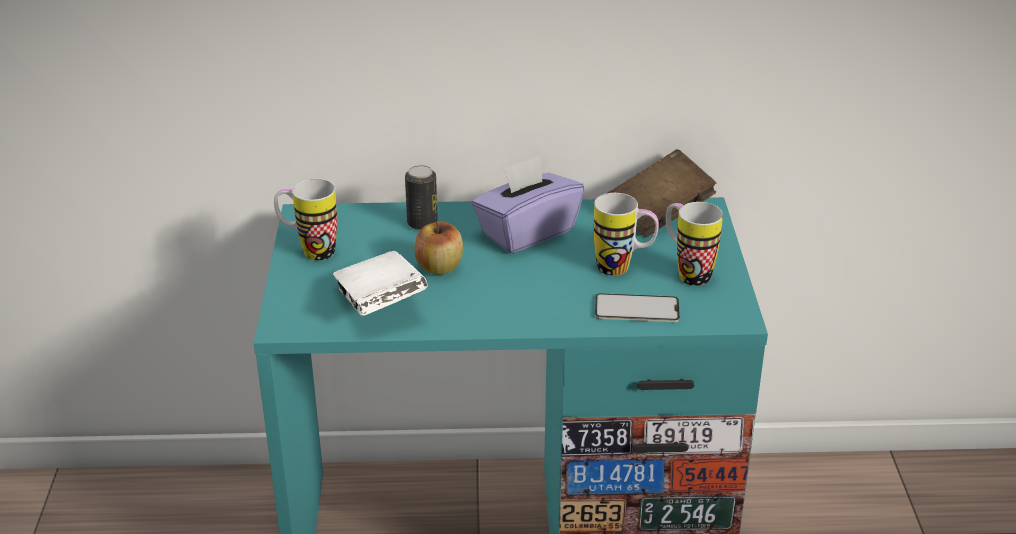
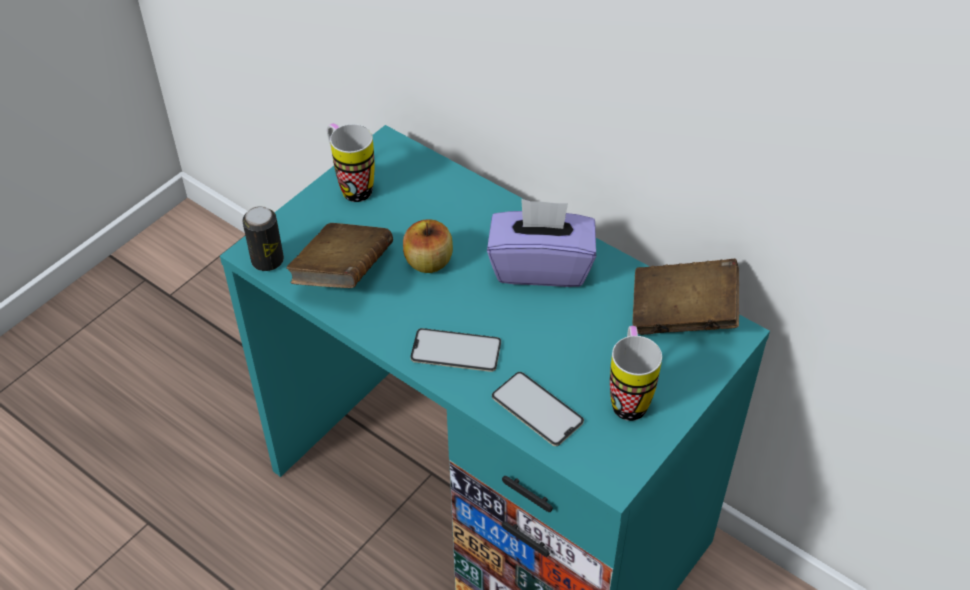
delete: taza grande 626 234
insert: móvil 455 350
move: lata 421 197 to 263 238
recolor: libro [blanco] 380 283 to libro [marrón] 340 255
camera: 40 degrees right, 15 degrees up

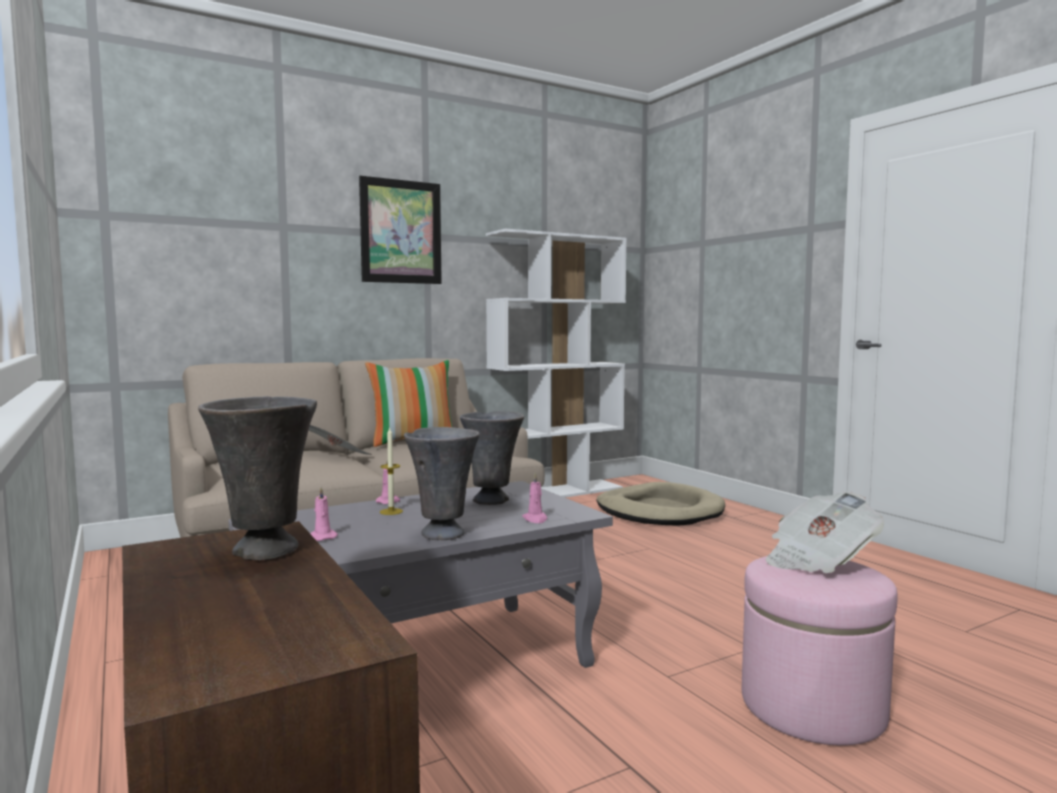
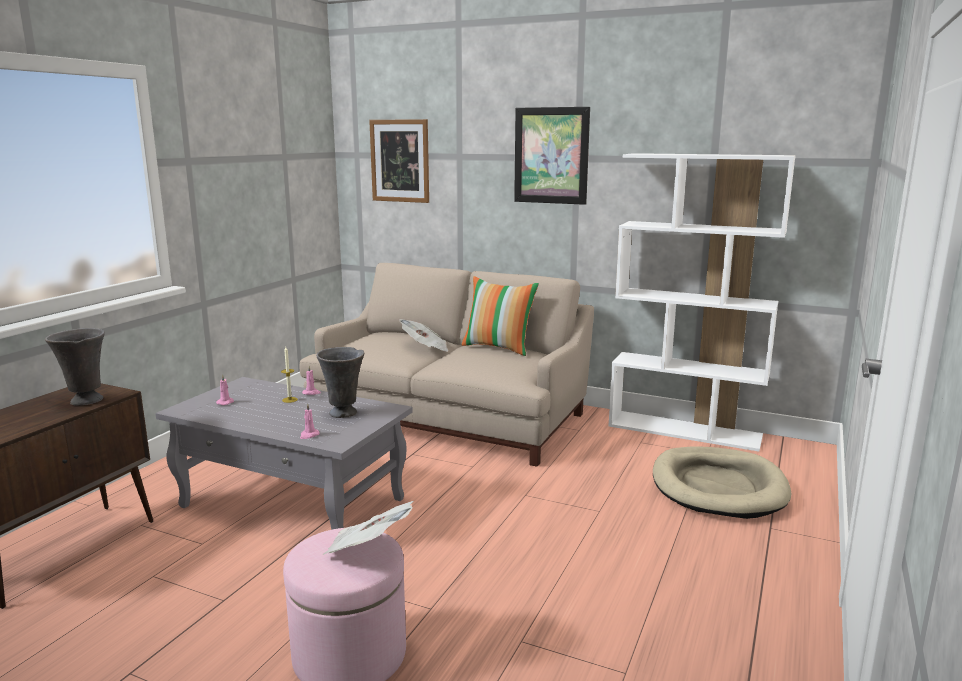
delete: florero [gris] 442 483
insert: cuadro 399 161
camera: 55 degrees right, 10 degrees up

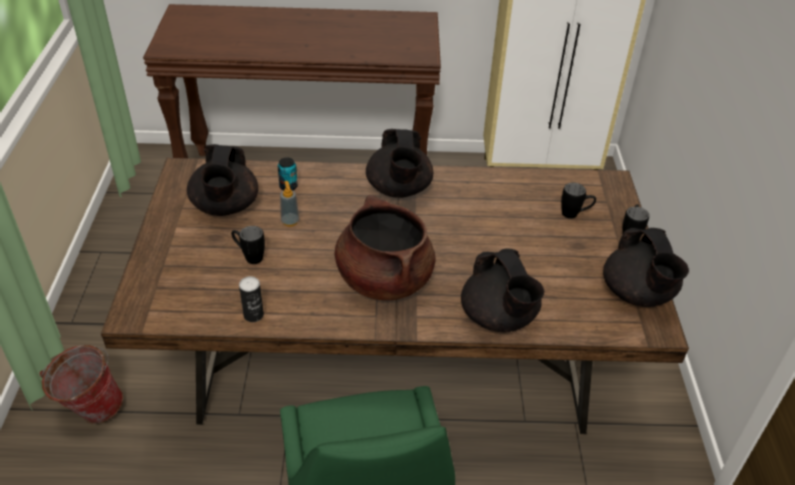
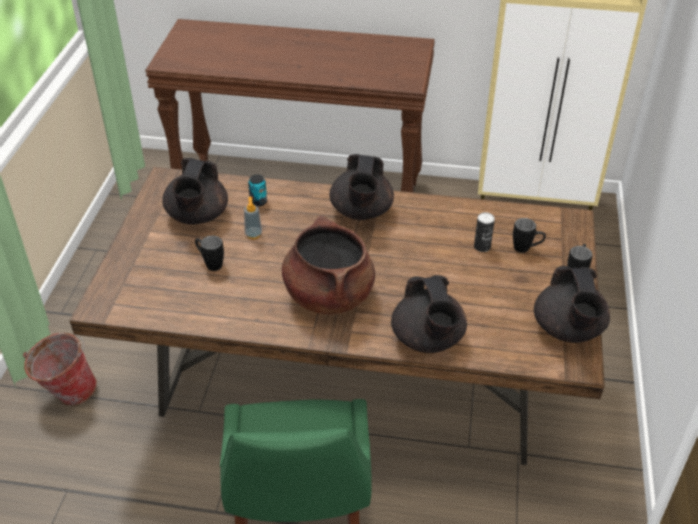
move: lata 251 299 to 484 232
camera: 10 degrees right, 0 degrees up

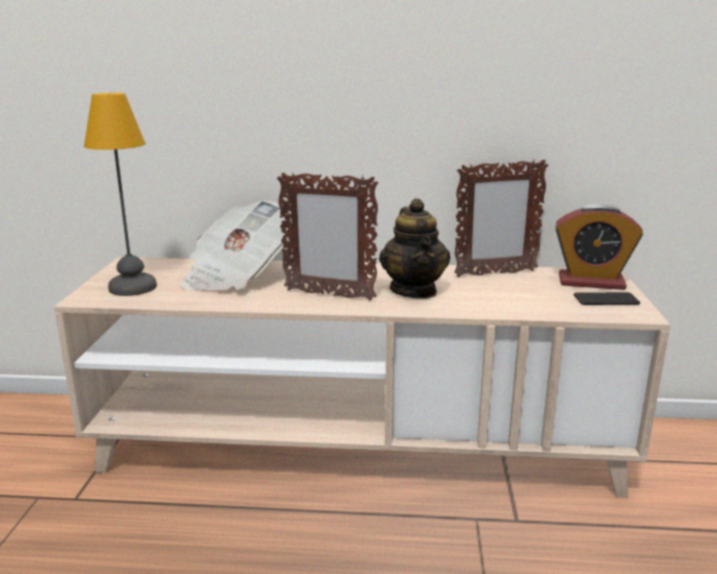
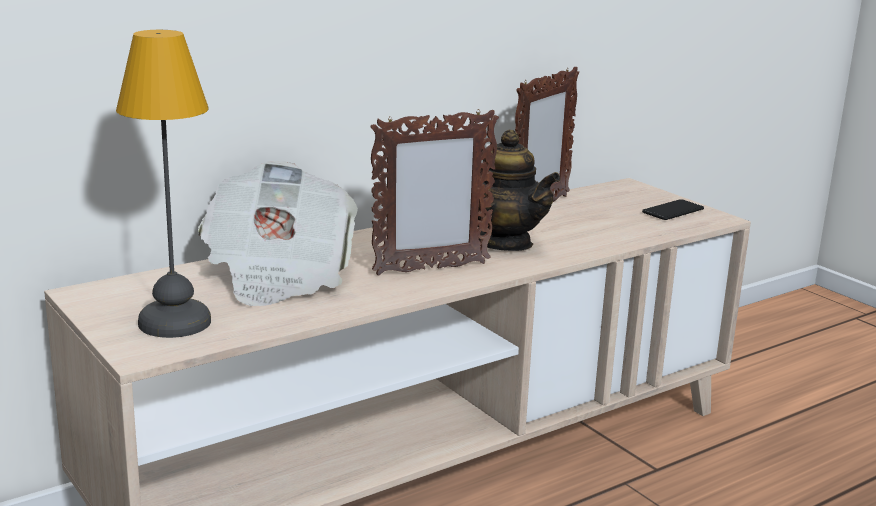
delete: despertador 599 247
camera: 40 degrees left, 0 degrees up

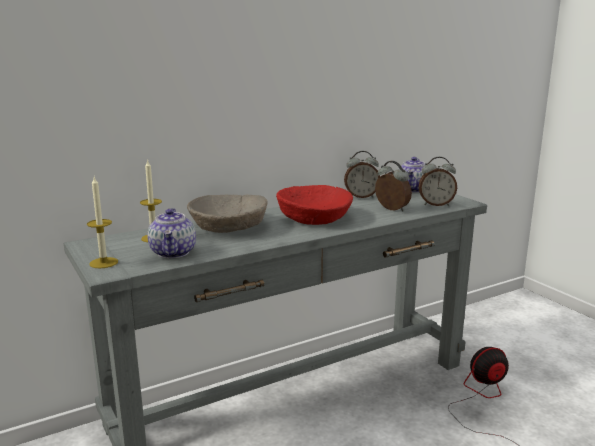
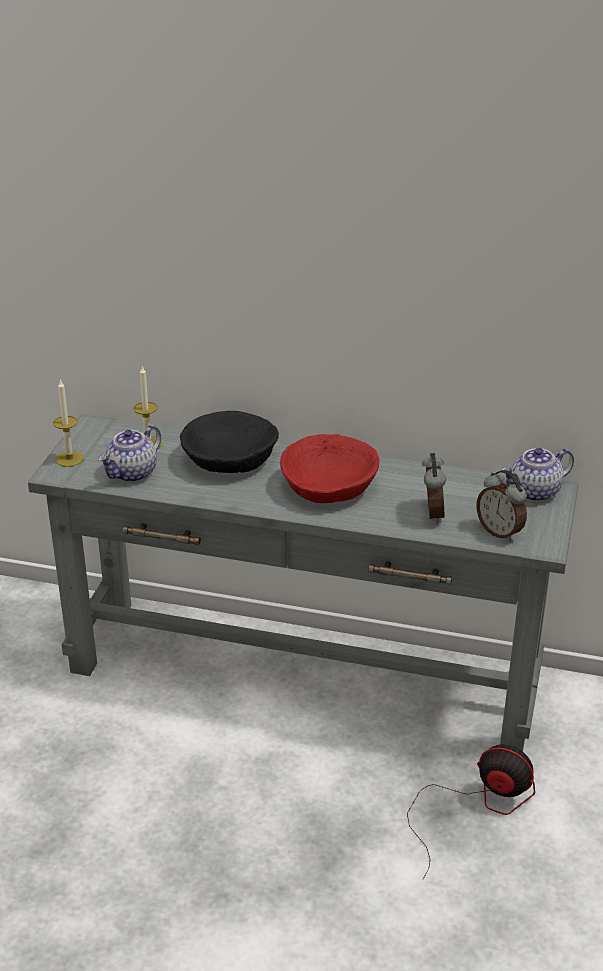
delete: despertador 362 174
recolor: cuenco [beis] 227 214 to cuenco [negro] 229 442
camera: 45 degrees right, 15 degrees up

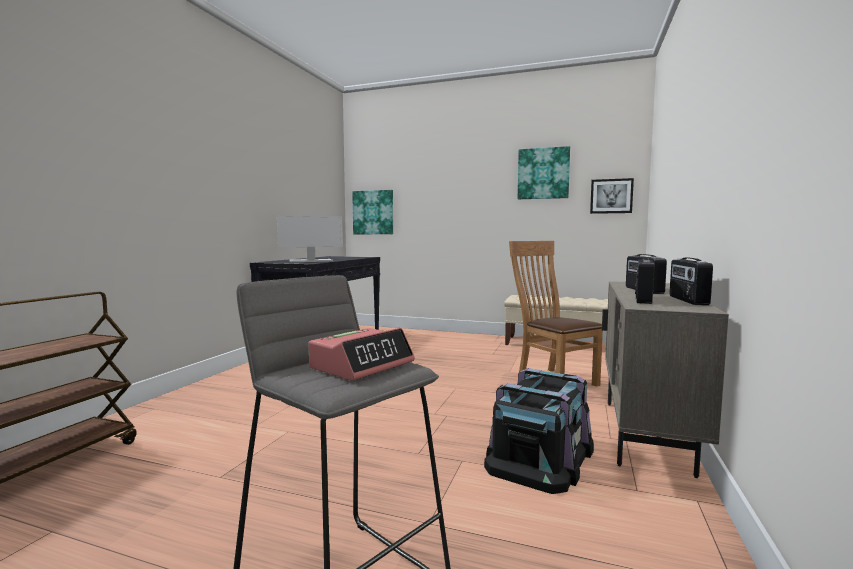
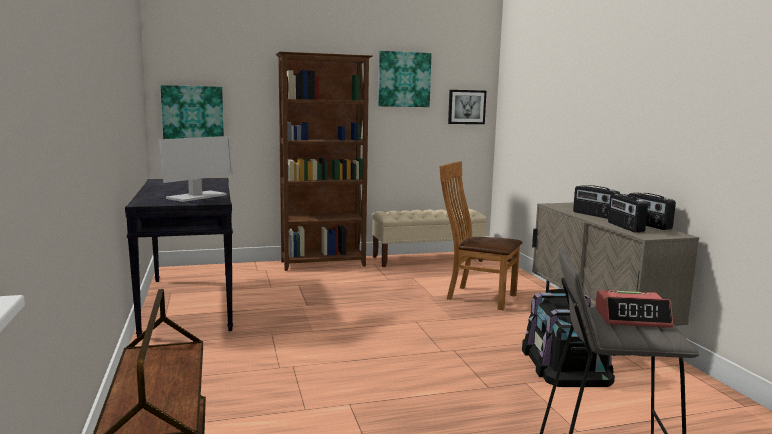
insert: estantería [marrón] 323 161
rotate: despertador 362 354 = 634 309 90 degrees clockwise
camera: 35 degrees left, 5 degrees up

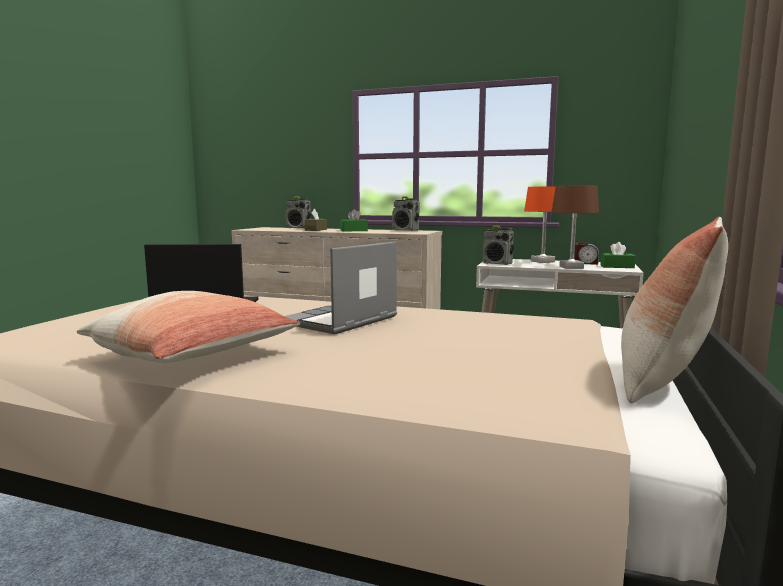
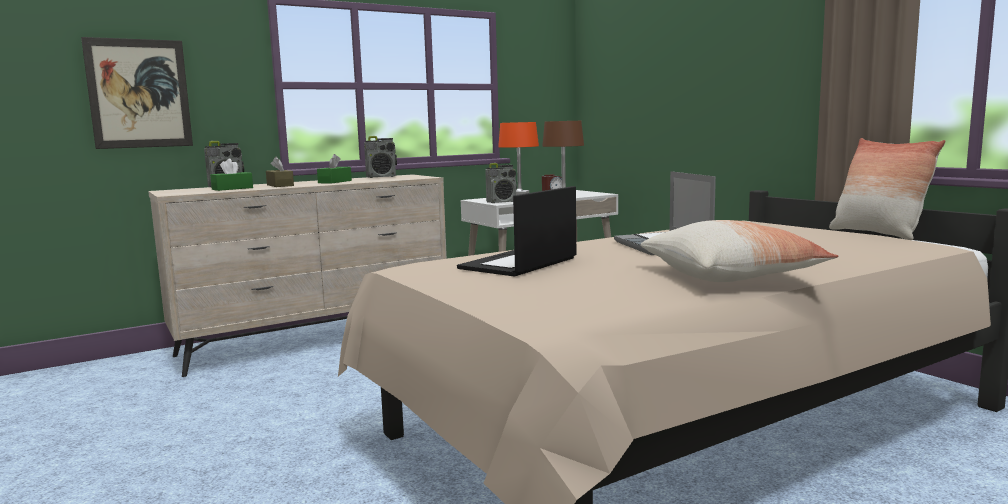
insert: cuadro 137 93
move: caja de pañuelos [verde] 618 255 to 231 175
camera: 50 degrees left, 0 degrees up

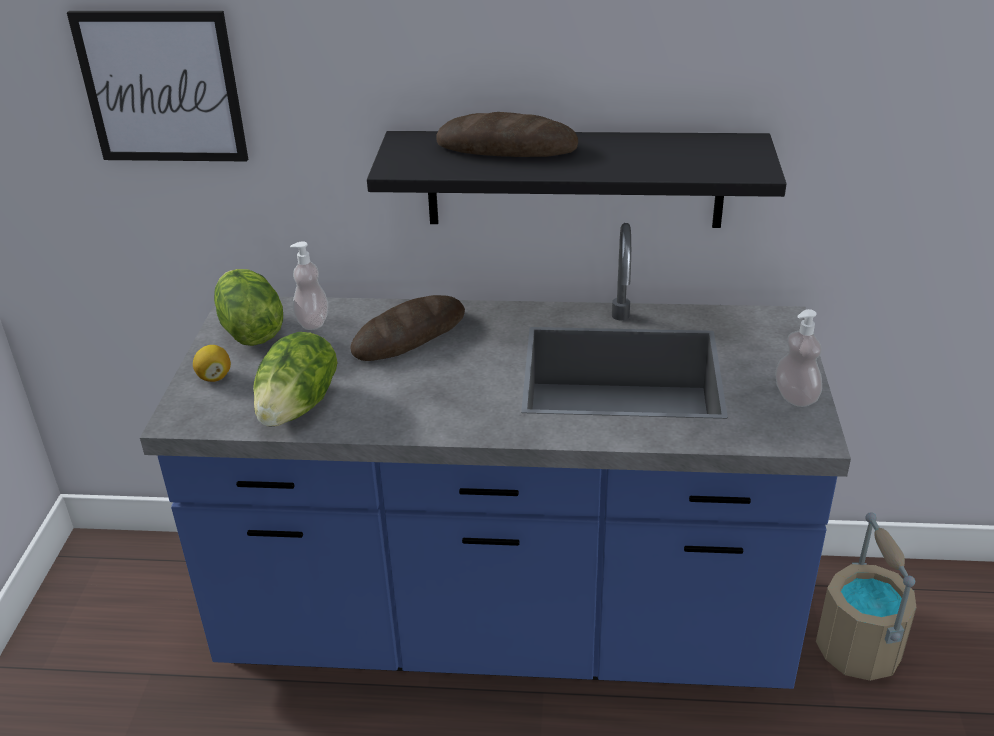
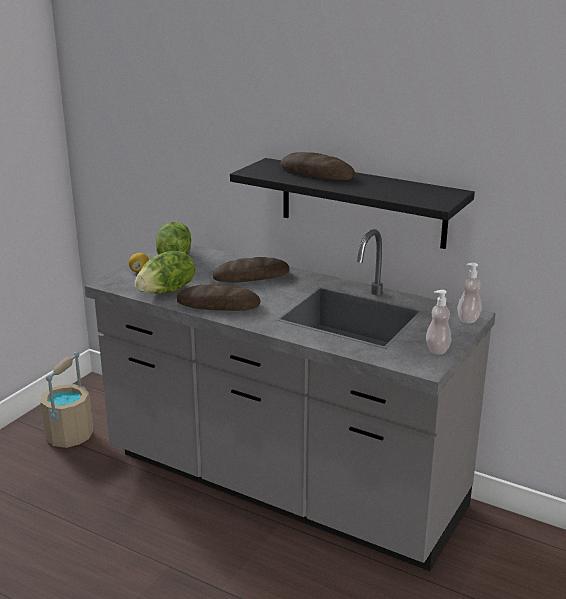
delete: cuadro 157 86
insert: pan 219 297
move: dispensador de jabón 309 285 to 469 293; cubo [beis] 866 596 to 66 400
recolor: mueble bajo de cocina [azul] 495 456 to mueble bajo de cocina [gris] 290 400
camera: 25 degrees right, 10 degrees down

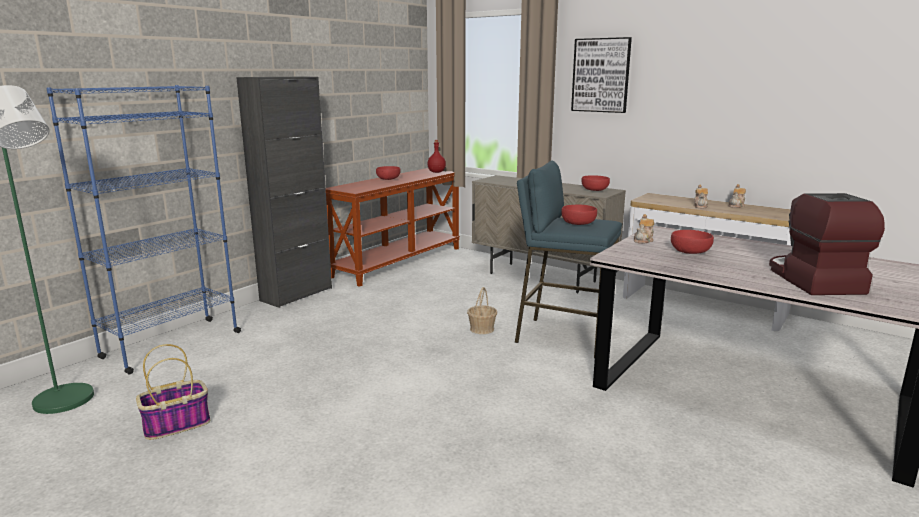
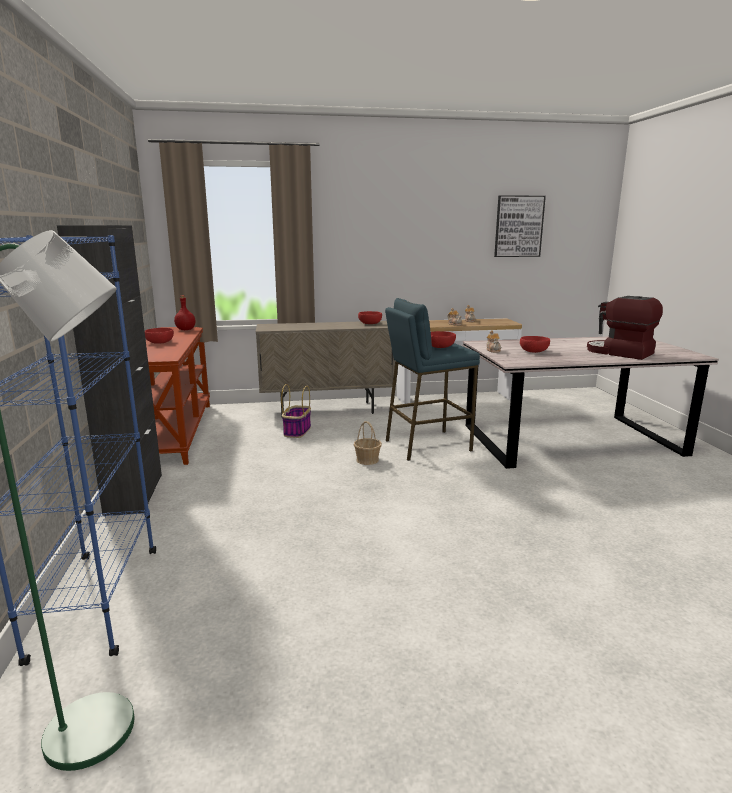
move: cesta 173 392 to 296 411; cuadro 601 75 to 520 226
camera: 45 degrees left, 0 degrees up

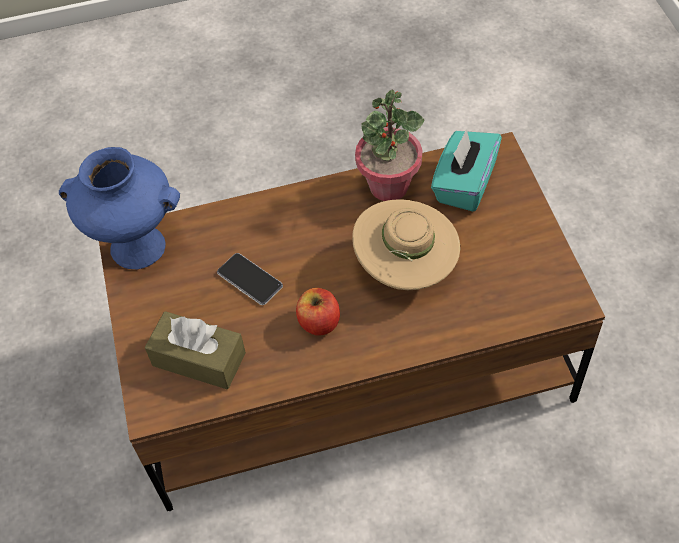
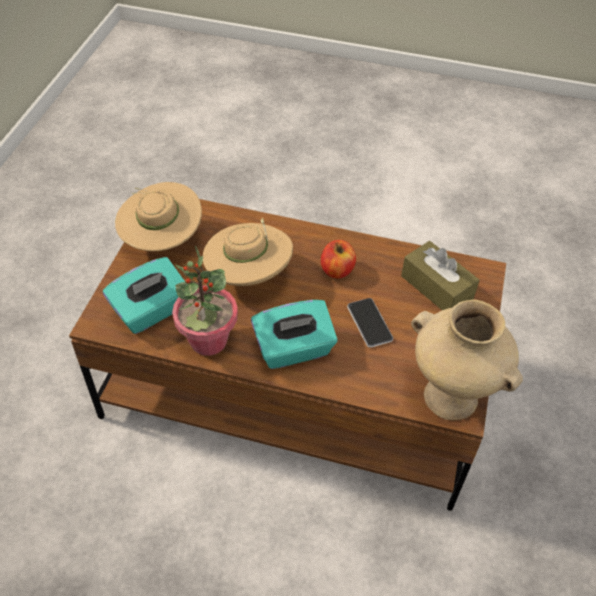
insert: sombrero [beis] 158 216; caja de pañuelos [turquesa] 294 334
recolor: florero [azul] 119 208 to florero [beis] 467 359
camera: 155 degrees left, 5 degrees down

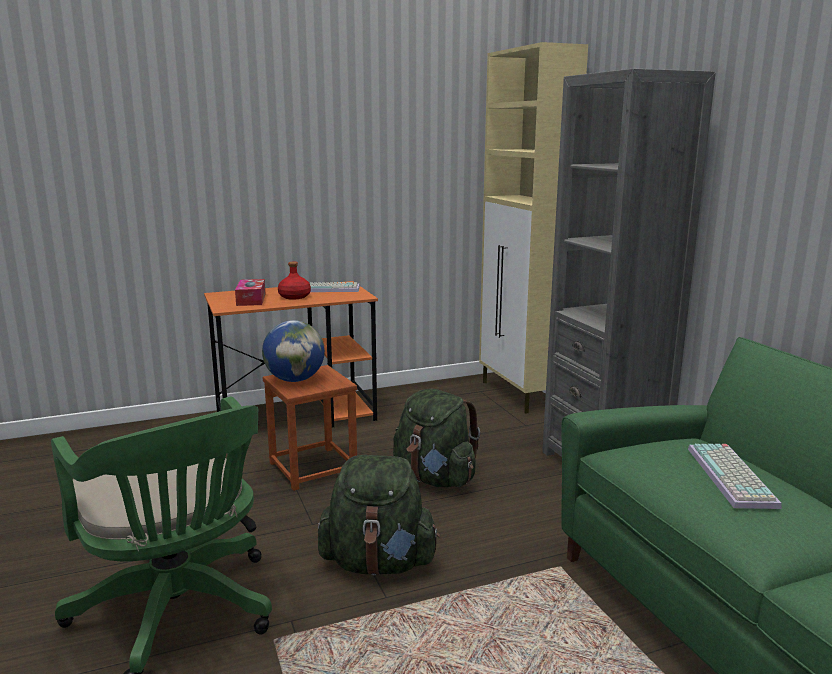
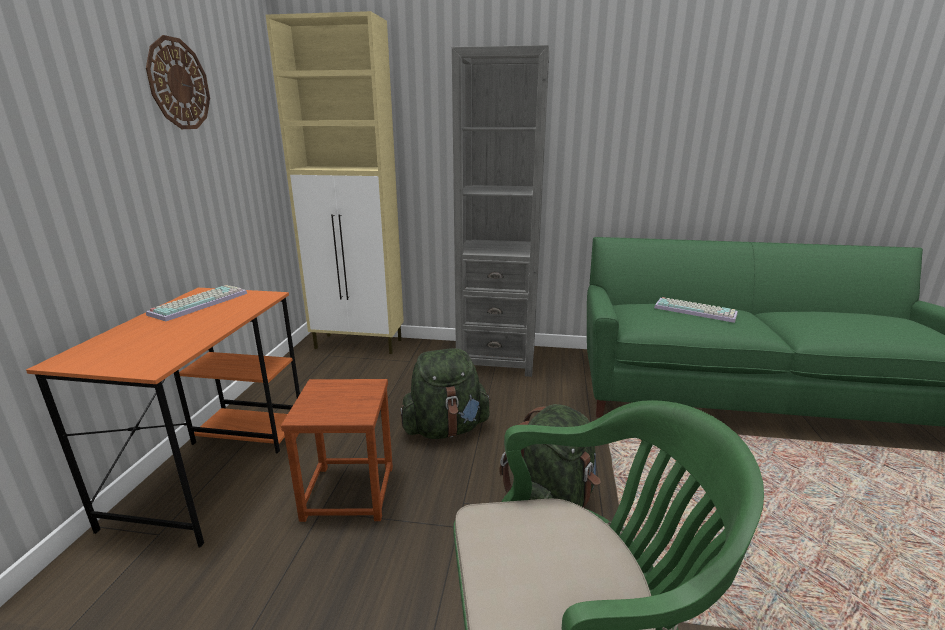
delete: caja de pañuelos 250 292; globo terráqueo 293 351; botella [rojo] 294 280
insert: reloj de pared 178 82
camera: 60 degrees left, 5 degrees up

